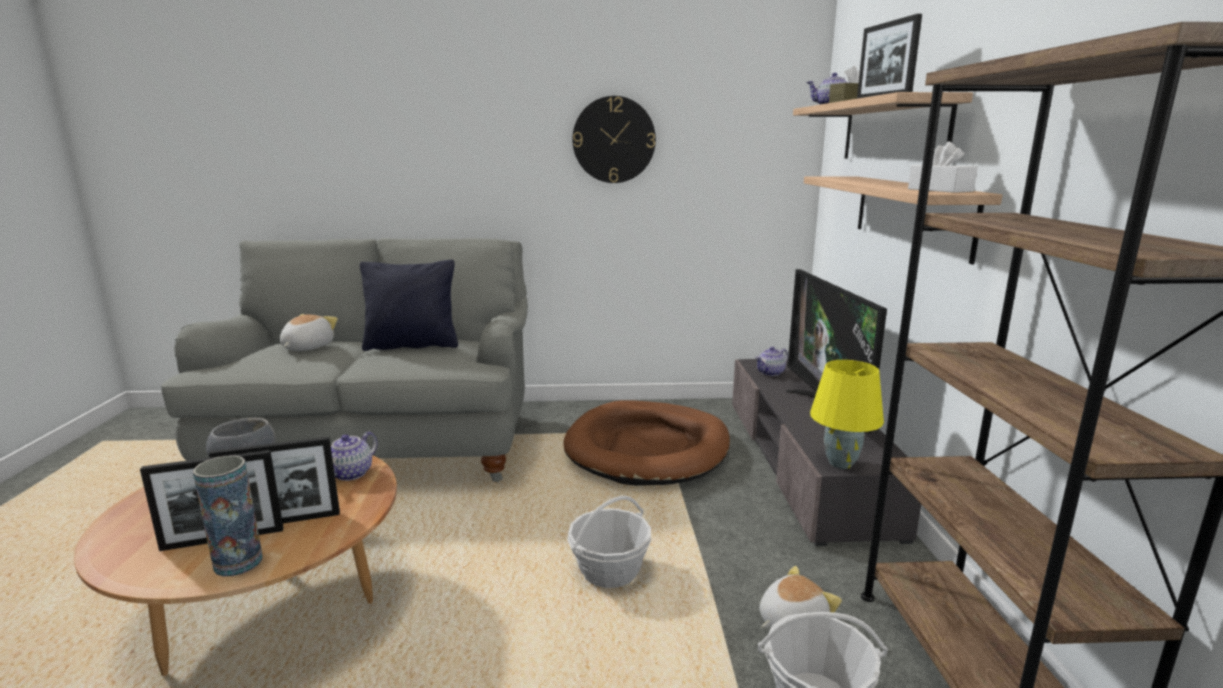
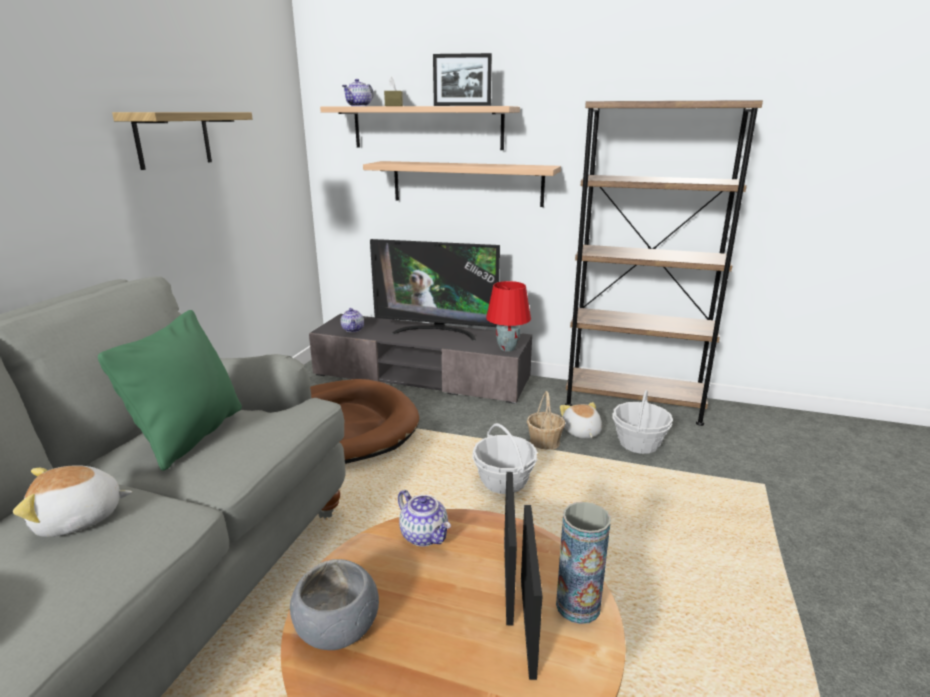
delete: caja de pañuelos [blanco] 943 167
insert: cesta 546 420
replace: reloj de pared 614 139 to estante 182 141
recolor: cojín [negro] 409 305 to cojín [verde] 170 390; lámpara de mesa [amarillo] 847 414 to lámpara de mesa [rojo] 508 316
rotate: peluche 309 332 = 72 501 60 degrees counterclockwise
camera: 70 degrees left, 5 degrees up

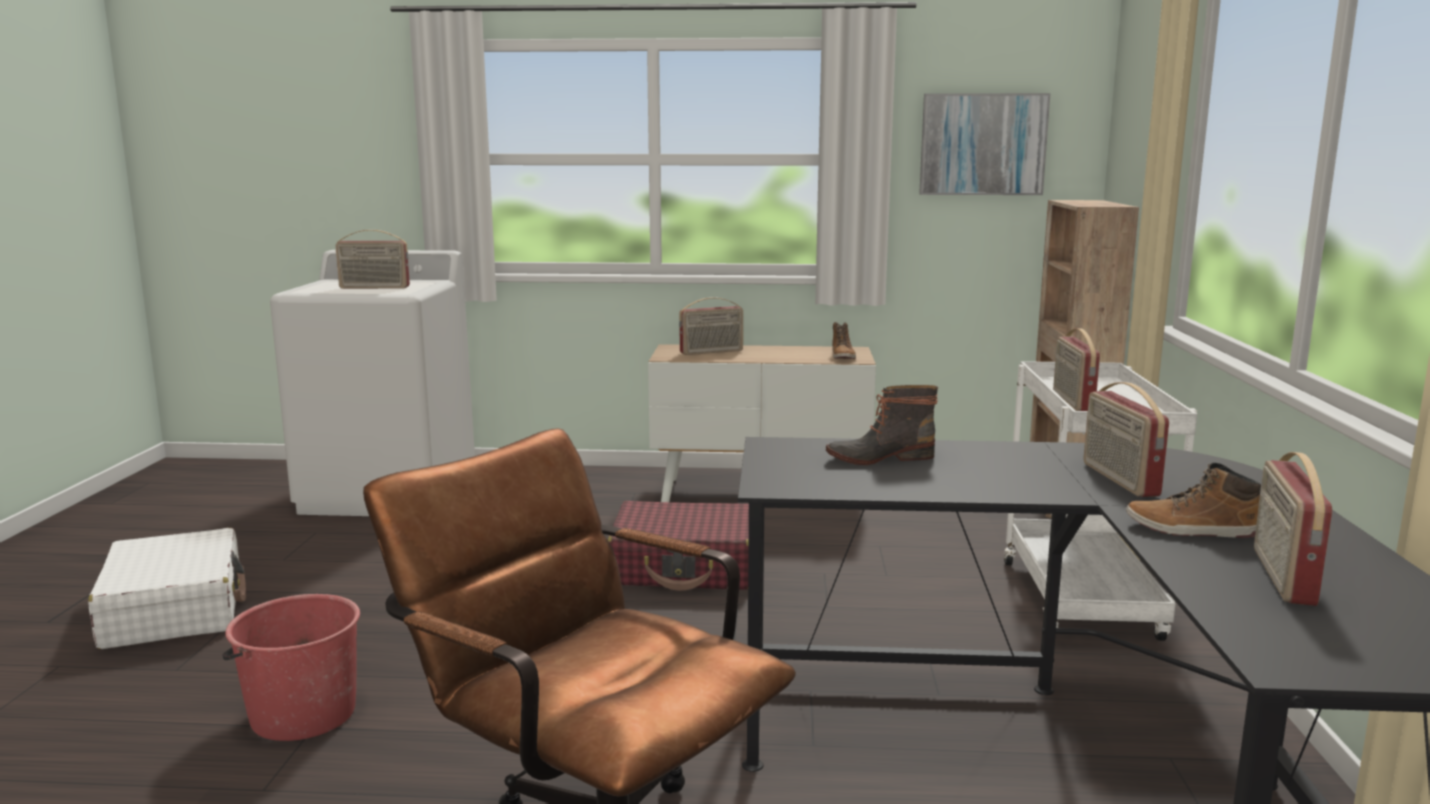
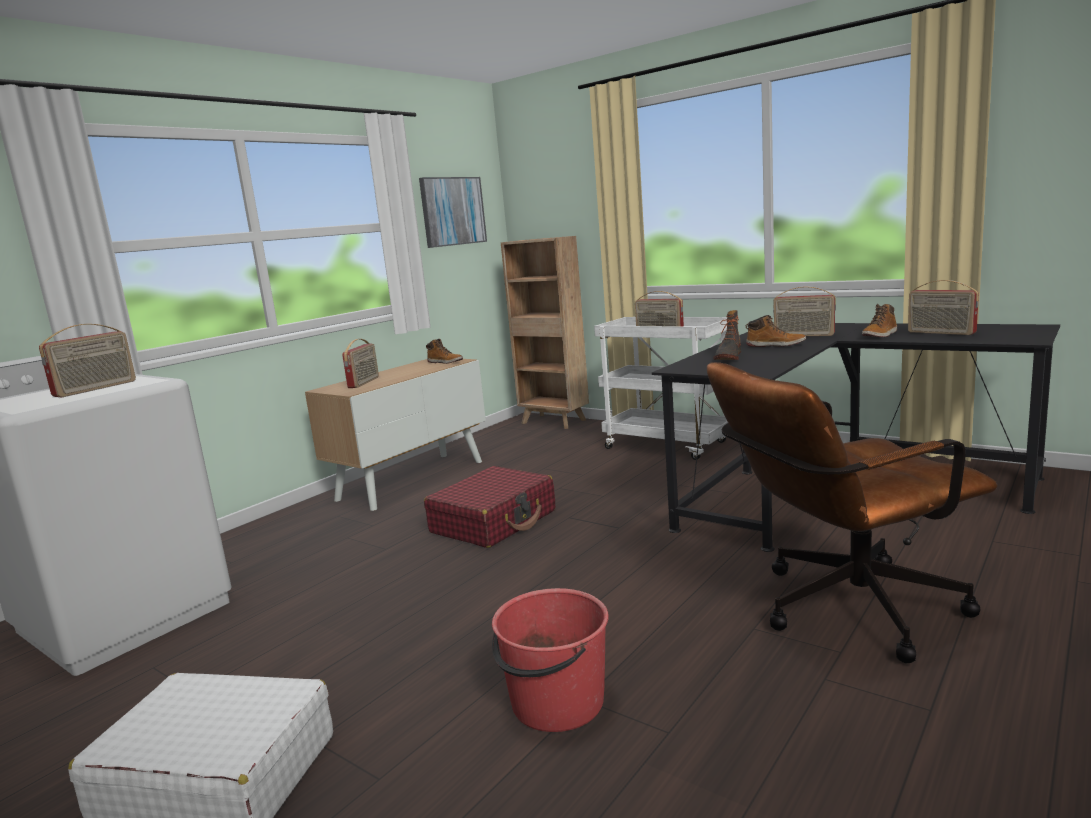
insert: bota 776 331
camera: 55 degrees left, 0 degrees up

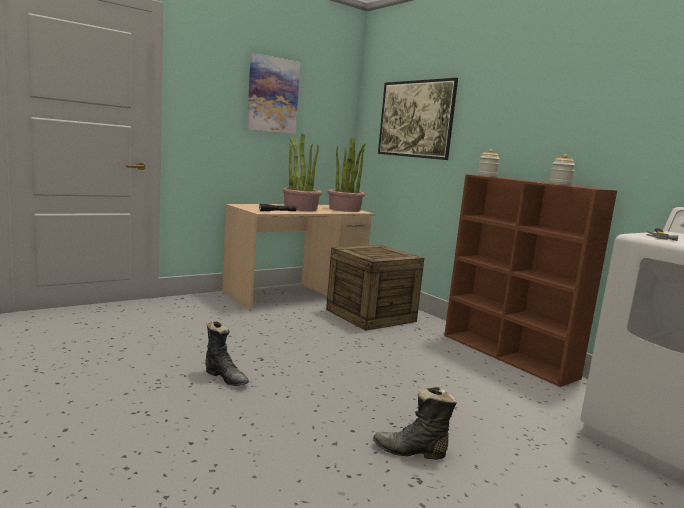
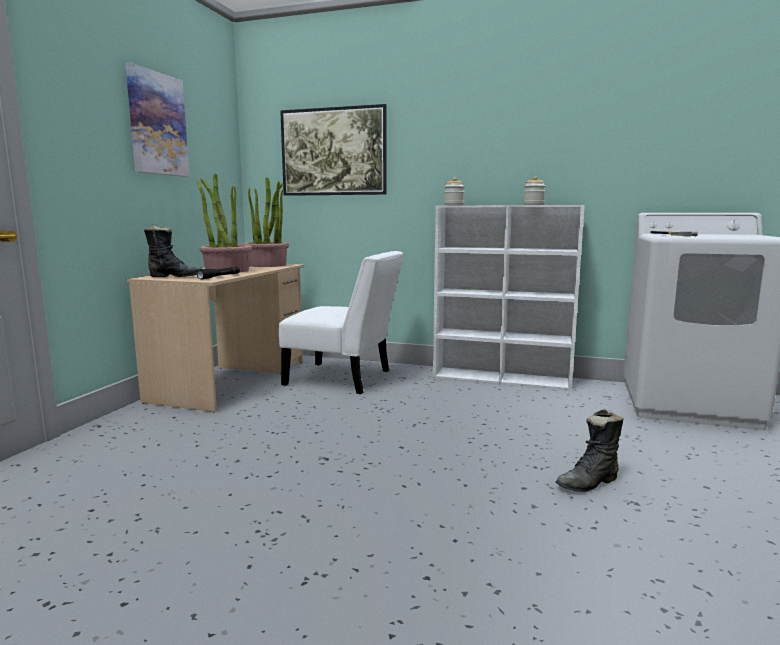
move: bota [negro] 227 353 to 173 250
replace: caja de embalaje 375 288 to silla [blanco] 341 322
recolor: estantería [marrón] 530 280 to estantería [blanco] 509 297
camera: 35 degrees left, 0 degrees up

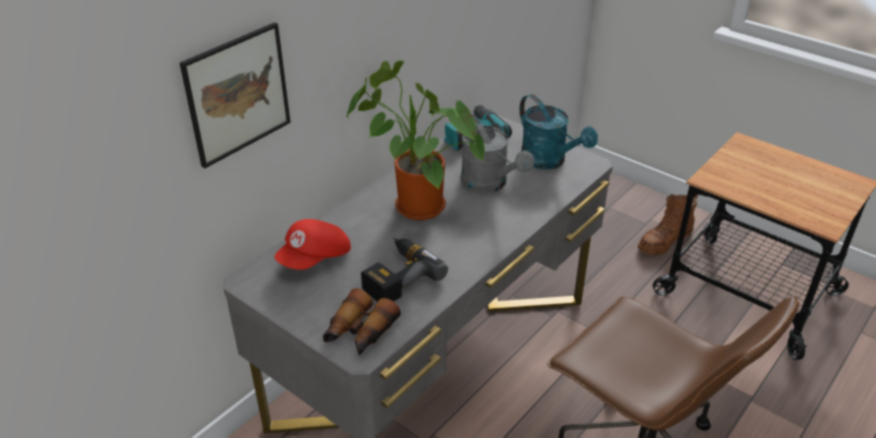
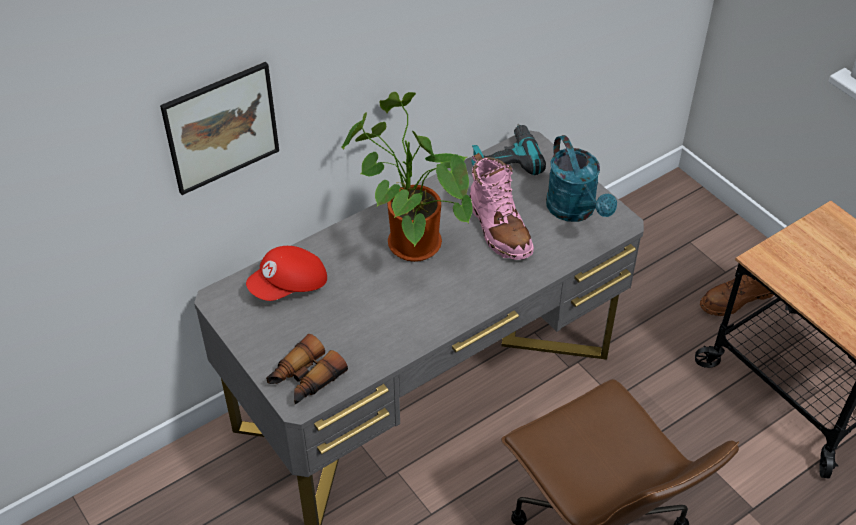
delete: taladro 404 270
replace: regadera [gris] 497 153 to bota [rosa] 502 206
camera: 15 degrees right, 10 degrees up

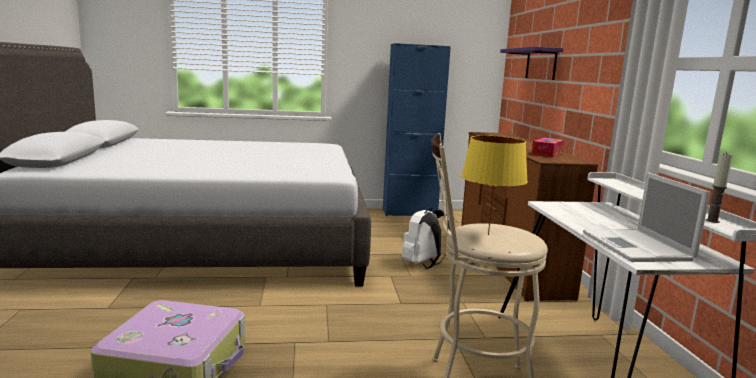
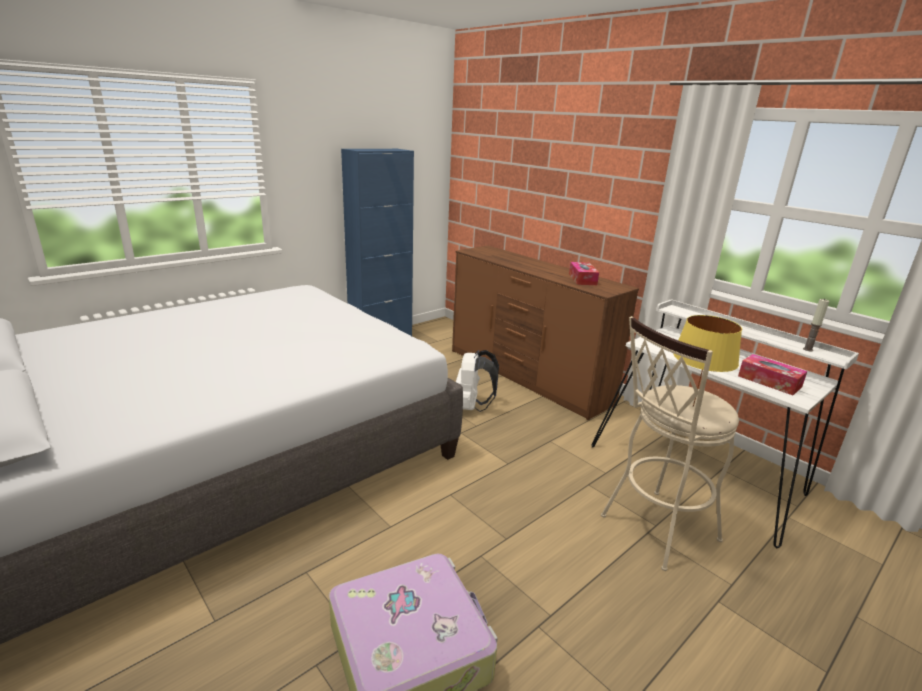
delete: estante [morado] 531 63
replace: portátil 646 217 to caja de pañuelos 772 374
camera: 35 degrees left, 10 degrees up

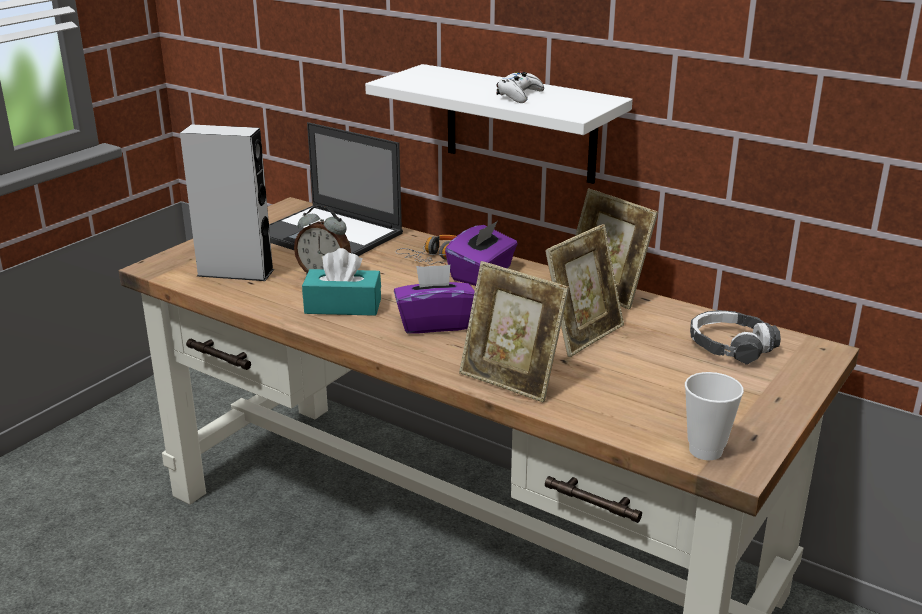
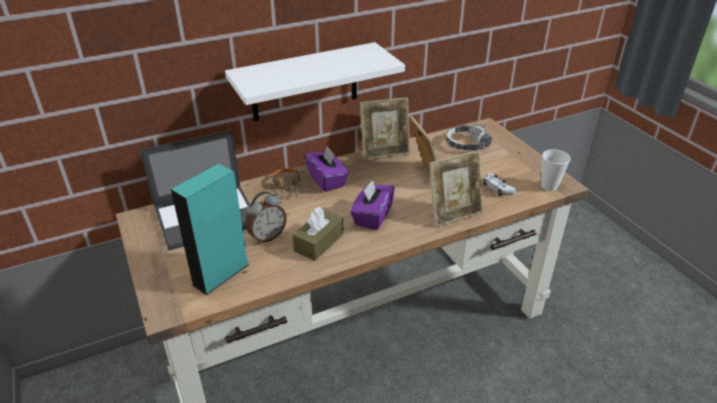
move: mando de consola [blanco] 520 87 to 500 184
recolor: altavoz [gris] 227 202 to altavoz [turquesa] 210 229; caja de pañuelos [turquesa] 341 282 to caja de pañuelos [marrón] 318 234
camera: 60 degrees left, 10 degrees up

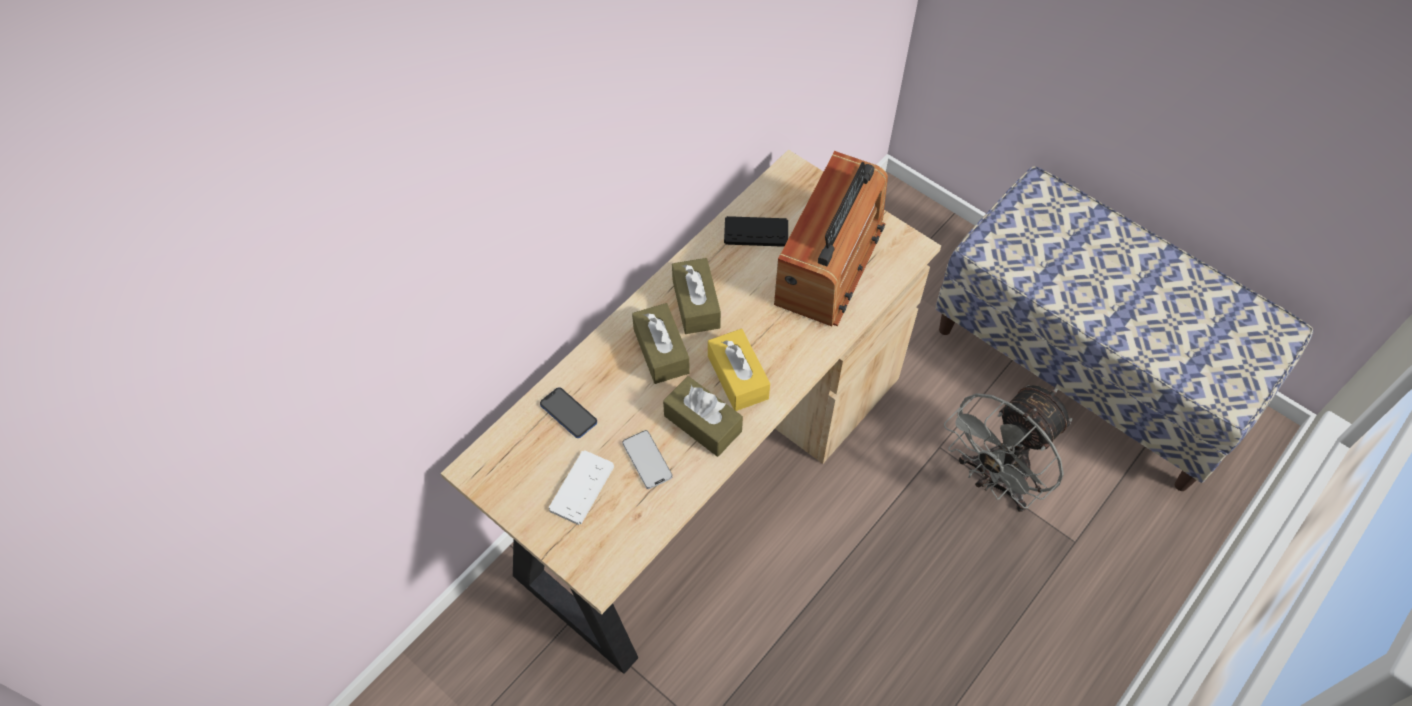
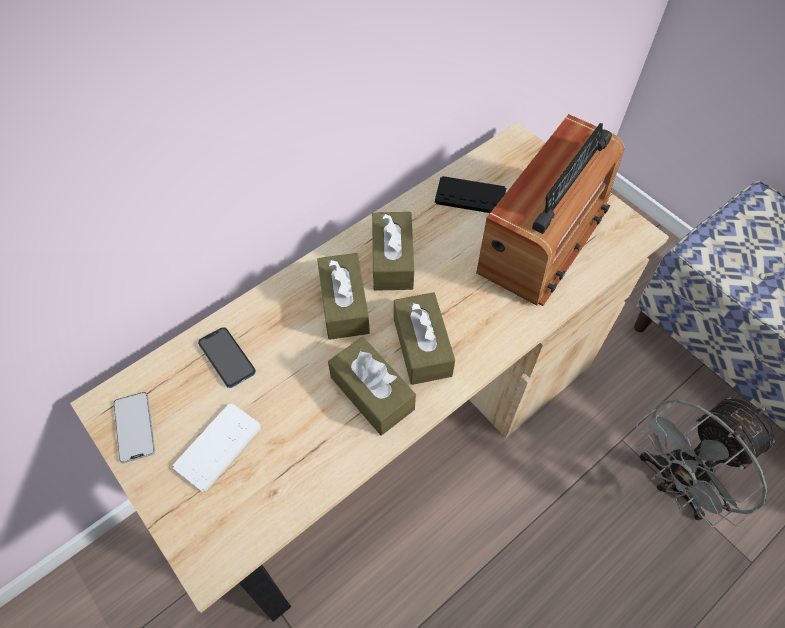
move: móvil 647 459 to 134 427
recolor: caja de pañuelos [amarillo] 739 370 to caja de pañuelos [marrón] 424 338
camera: 10 degrees right, 0 degrees up

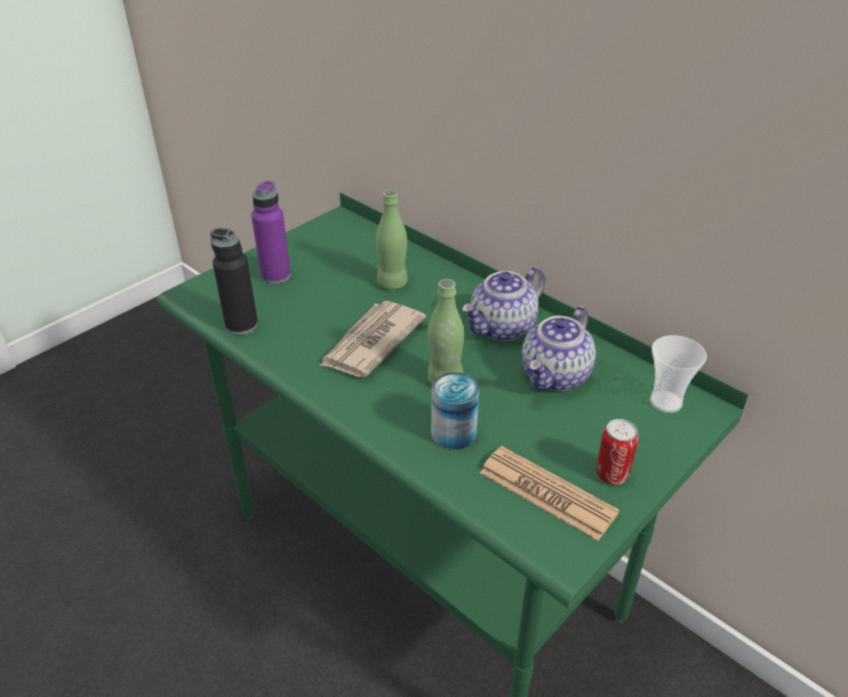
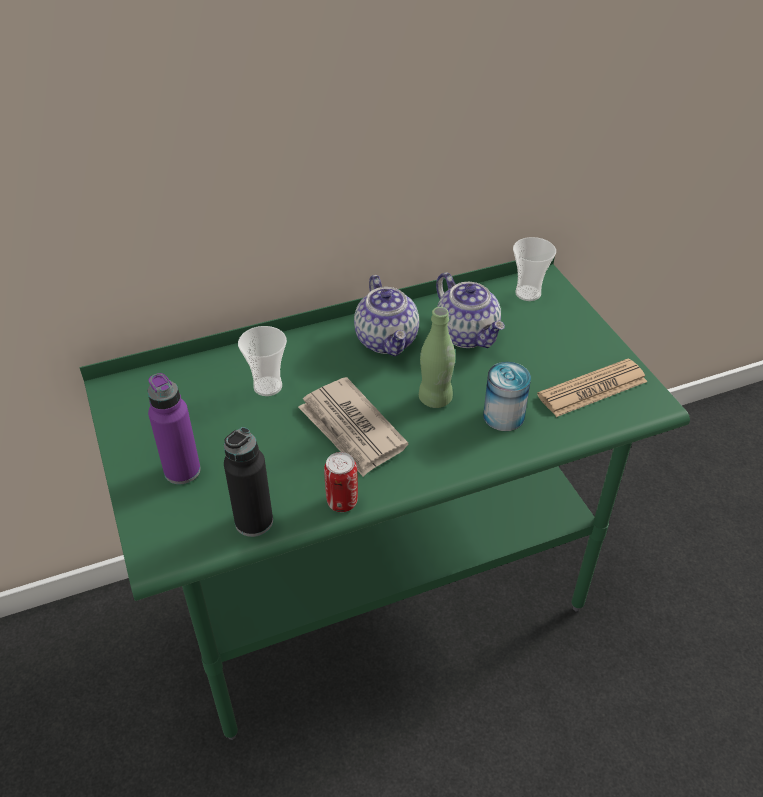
move: lata 617 452 to 341 482
replace: botella [verde] 392 240 to taza 262 361
camera: 65 degrees left, 5 degrees up

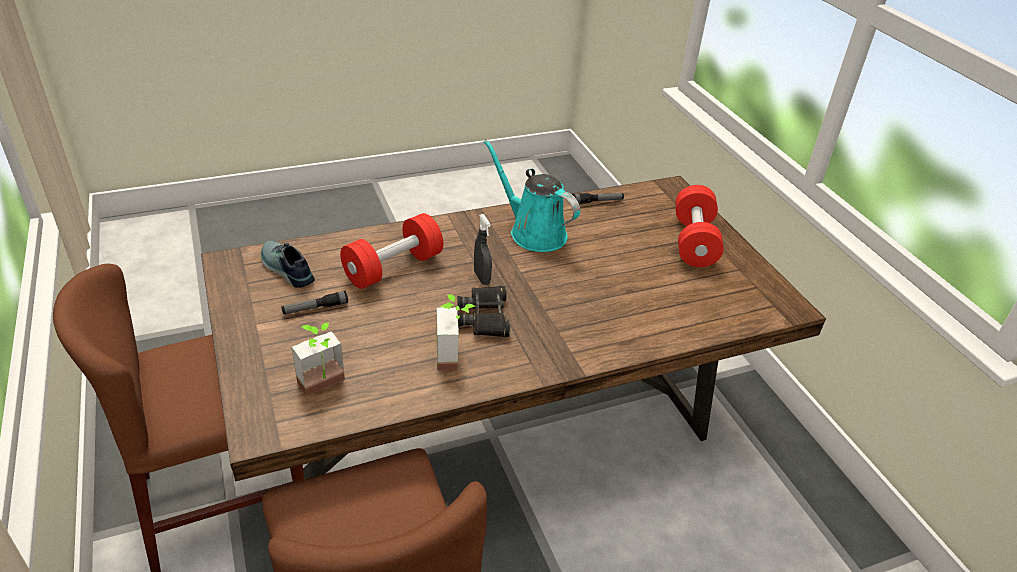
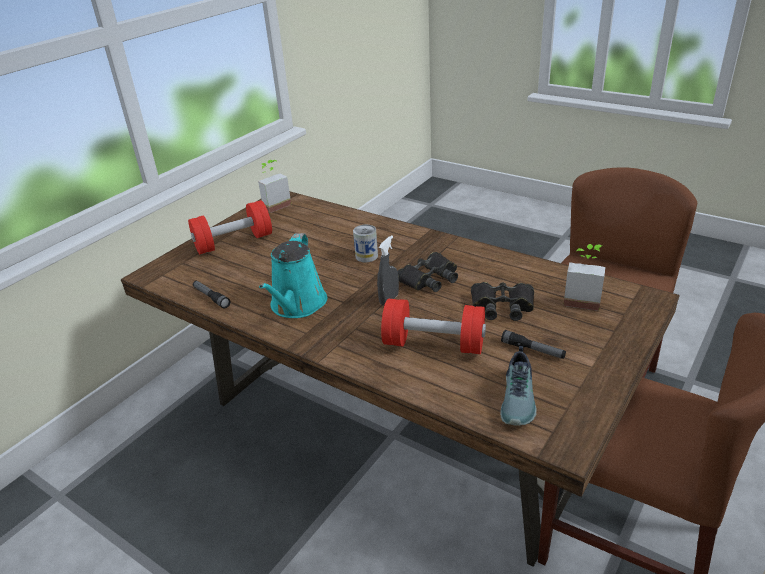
insert: lata 365 243; prismáticos [negro] 502 301
move: planta en maceta 456 332 to 274 186
camera: 120 degrees left, 5 degrees down

